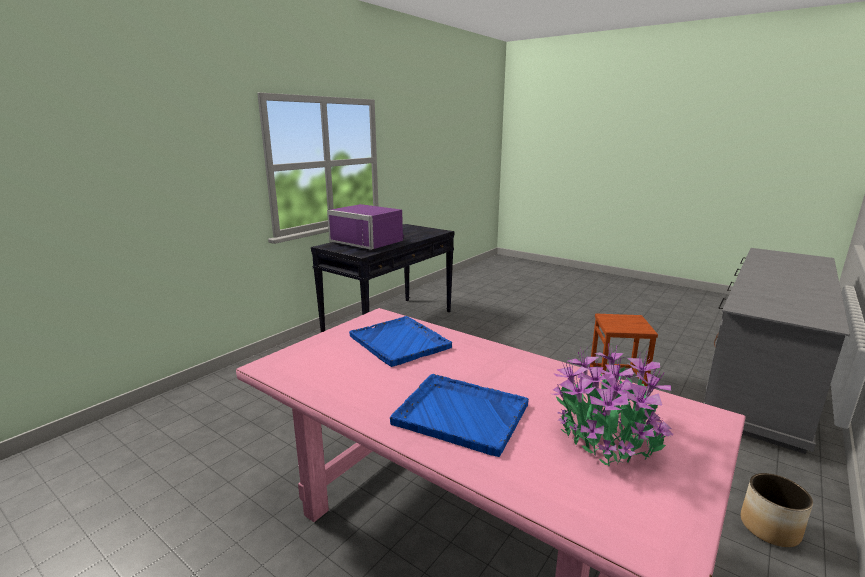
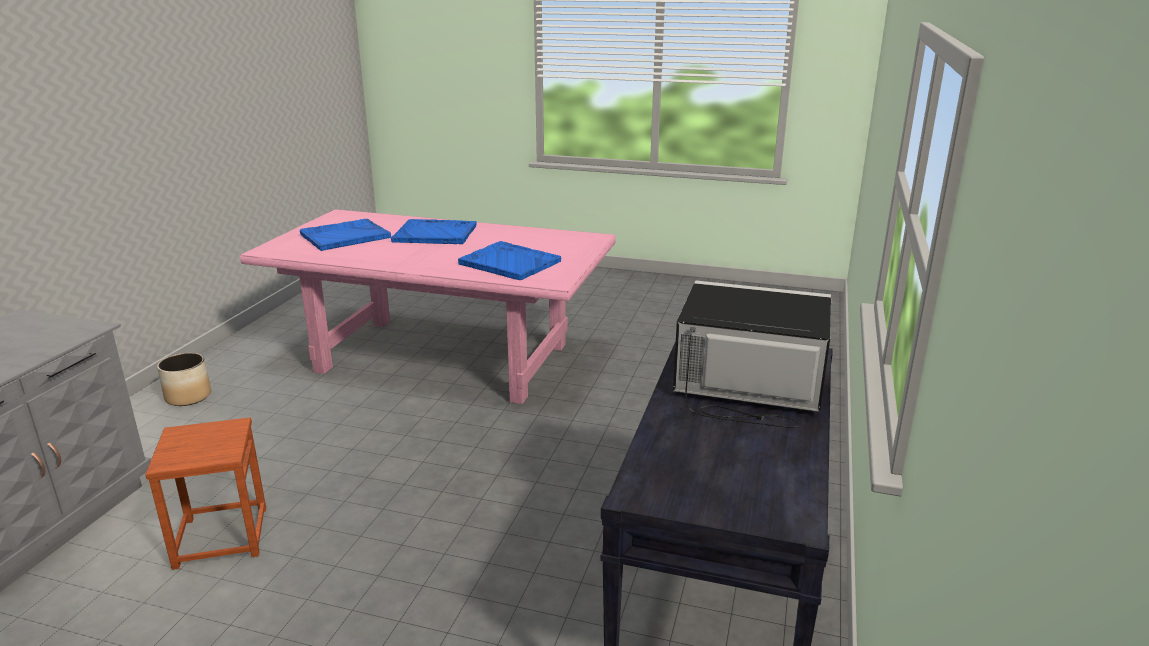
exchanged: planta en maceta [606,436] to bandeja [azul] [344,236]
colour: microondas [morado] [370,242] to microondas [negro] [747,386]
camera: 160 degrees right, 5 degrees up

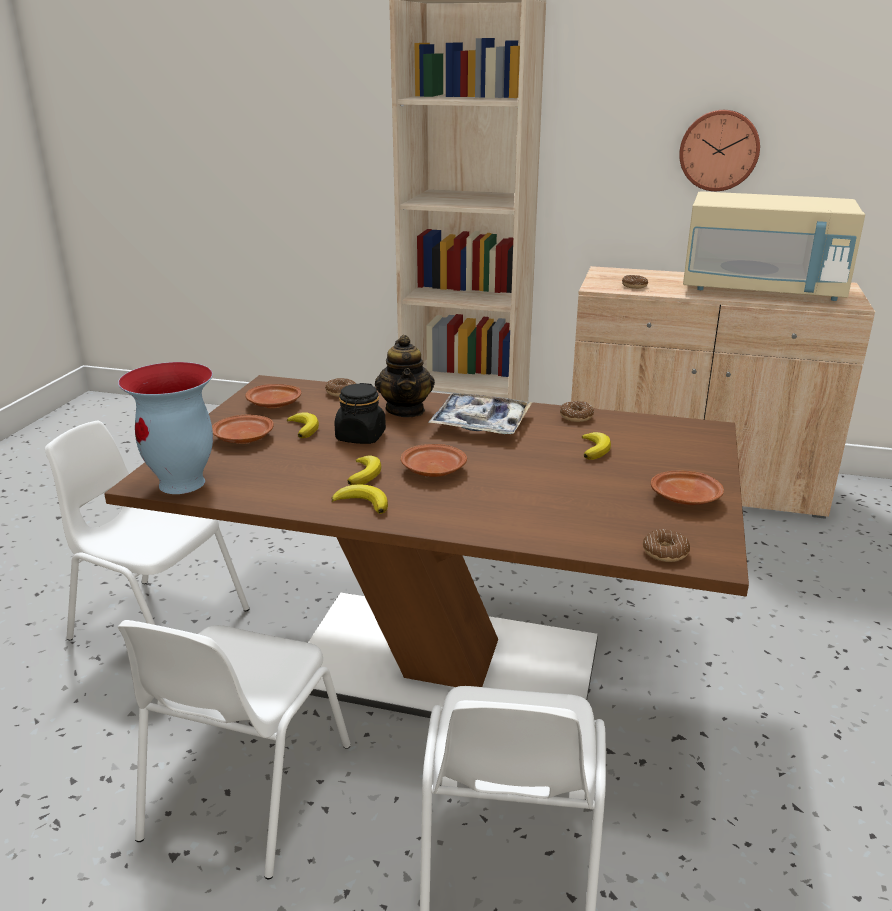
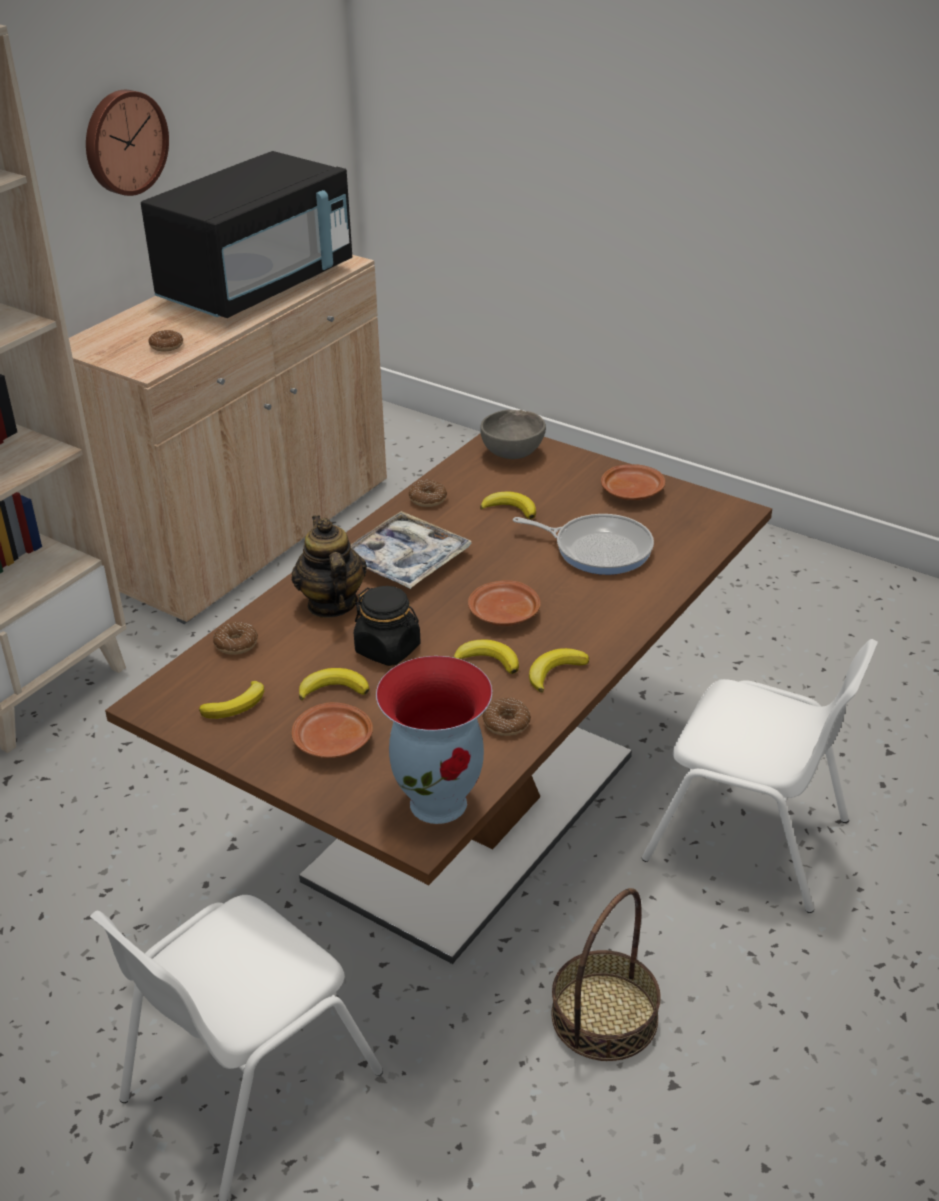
appeared: cuenco [gris] [514,454]; sartén [598,549]
relocated: rosquilla [665,552] to [506,723]
exchanged: plato [marrón] [275,404] to plátano [236,705]; silla [blanco] [244,792] to cesta [604,1016]
colour: microondas [beis] [762,290] to microondas [negro] [258,286]
spun: tetera [406,410] = [331,604] 120 degrees counterclockwise
camera: 70 degrees left, 10 degrees up

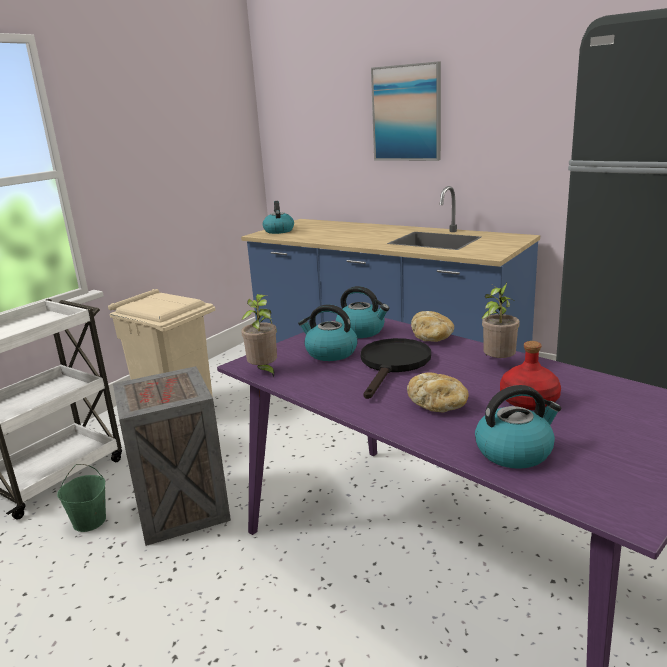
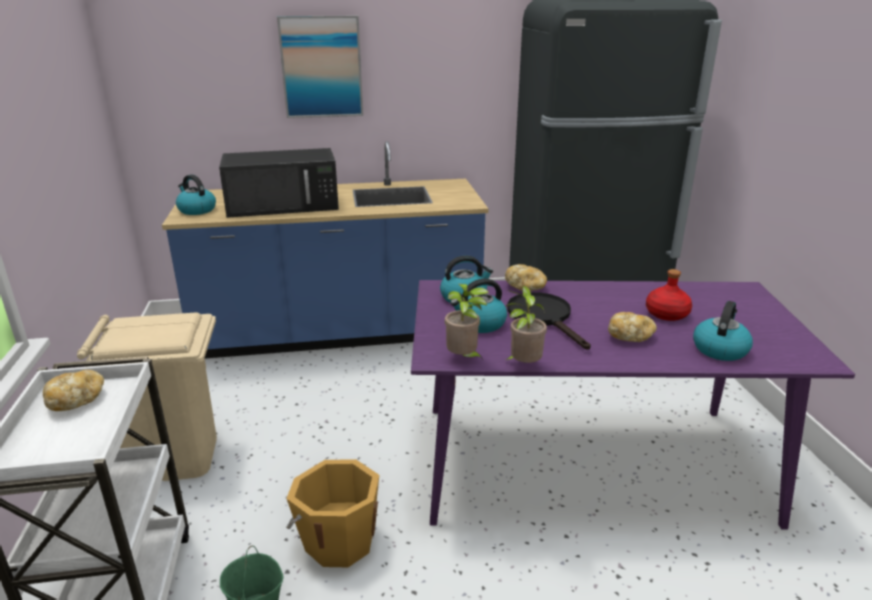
appeared: pan [76,401]; microondas [negro] [284,204]
relocated: planta en maceta [497,363] to [523,365]
exchanged: caja de embalaje [183,507] to cubo [naranja] [338,540]
camera: 45 degrees left, 5 degrees up

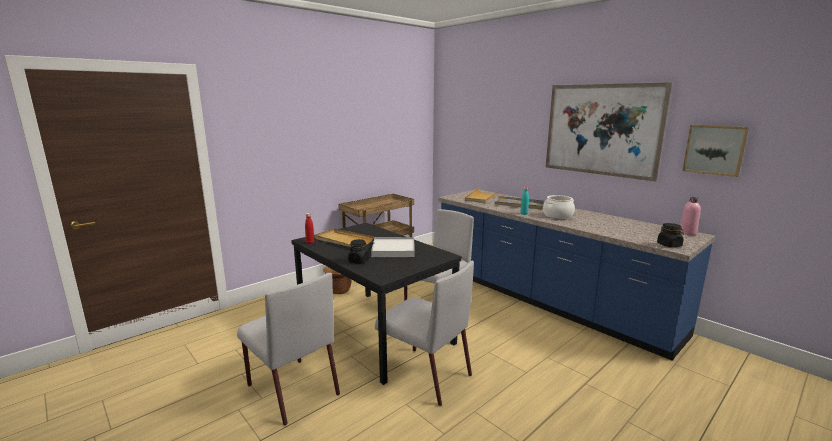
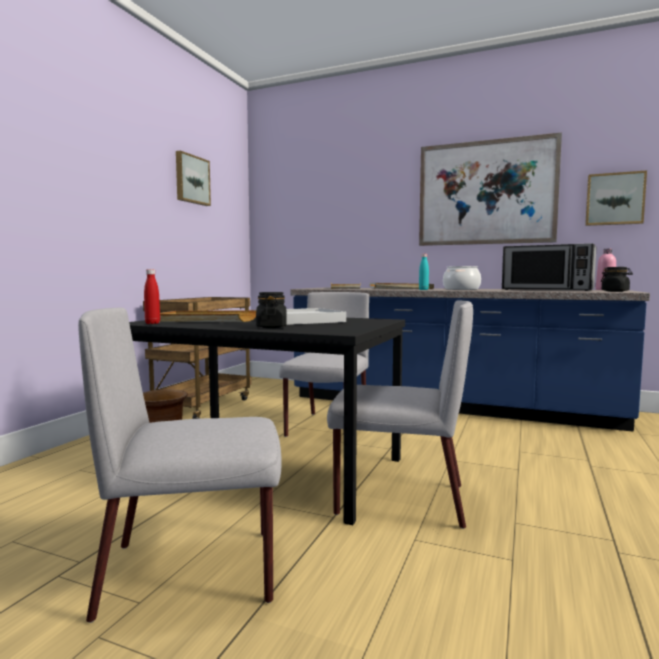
appeared: cuadro [191,179]; microondas [547,290]
spun: silla [gris] [292,389] = [194,571] 150 degrees clockwise
camera: 25 degrees left, 10 degrees down

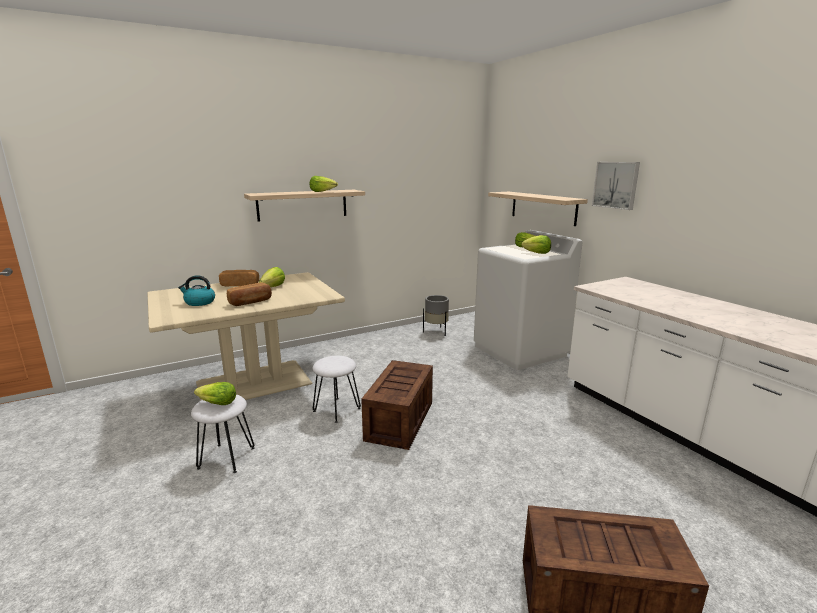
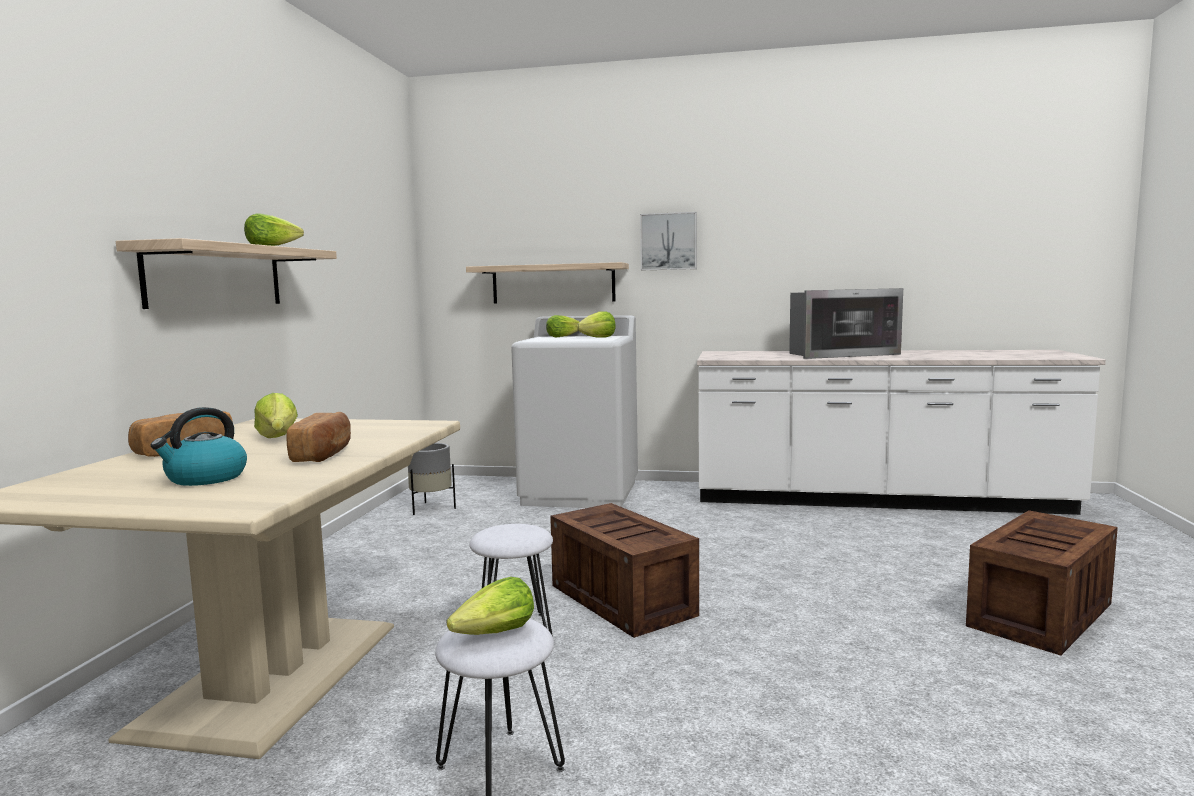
appeared: microondas [839,354]
camera: 50 degrees left, 10 degrees down

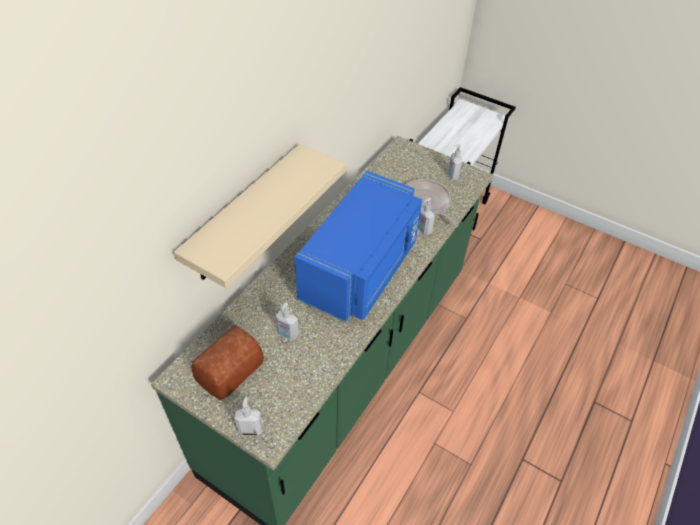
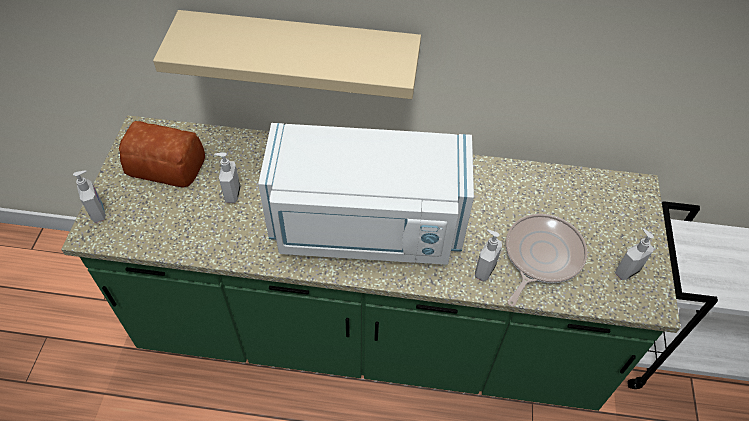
colour: microondas [azul] [361,270] to microondas [blanco] [366,227]
camera: 65 degrees right, 5 degrees up

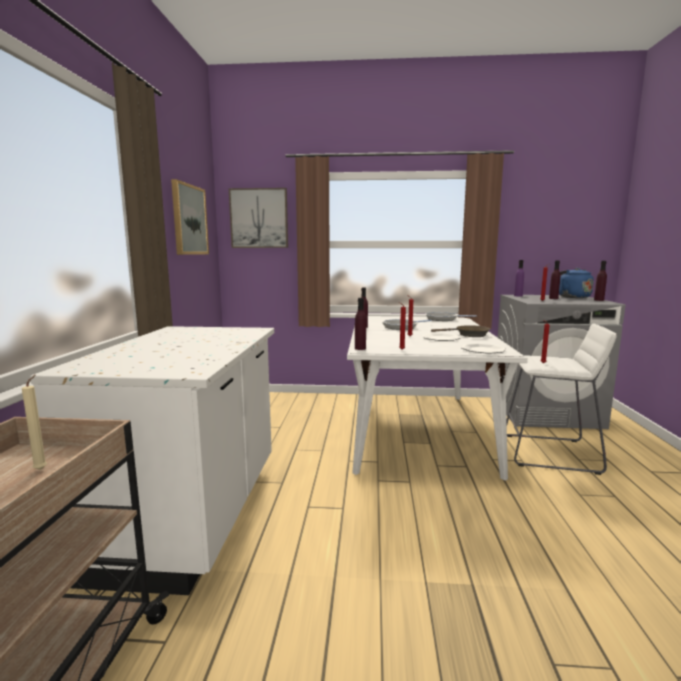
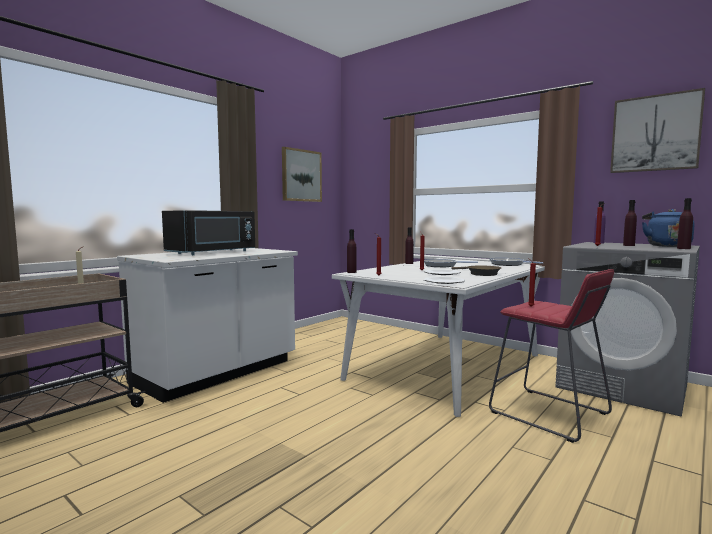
appeared: microondas [negro] [214,252]
relocated: cuadro [259,218] to [655,133]
colour: taburete [blanco] [550,453] to taburete [rojo] [549,414]
camera: 35 degrees right, 5 degrees down

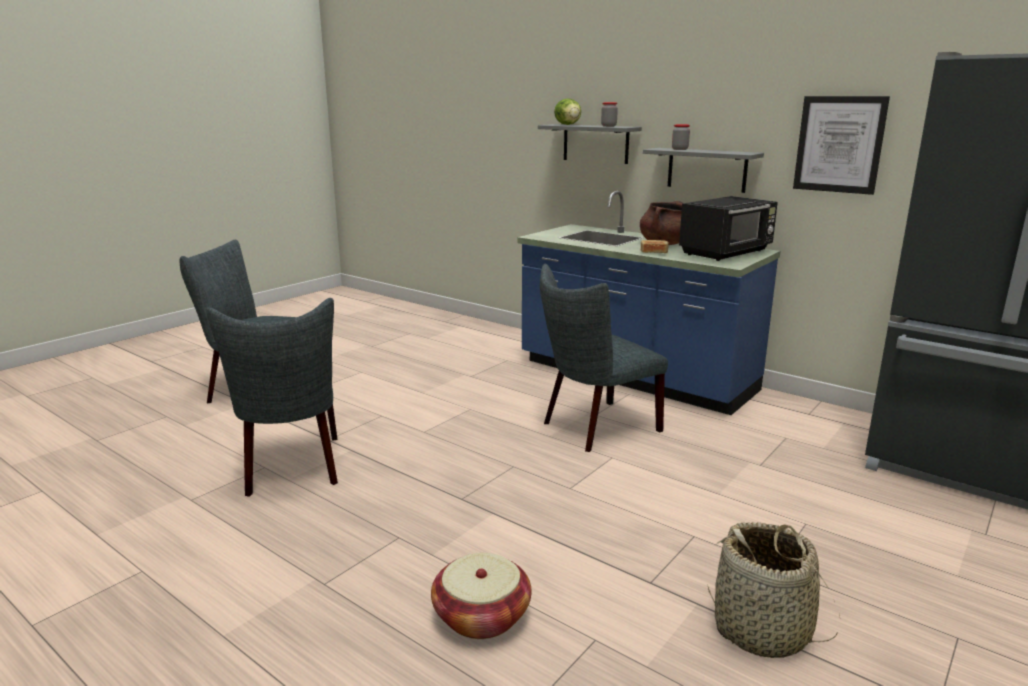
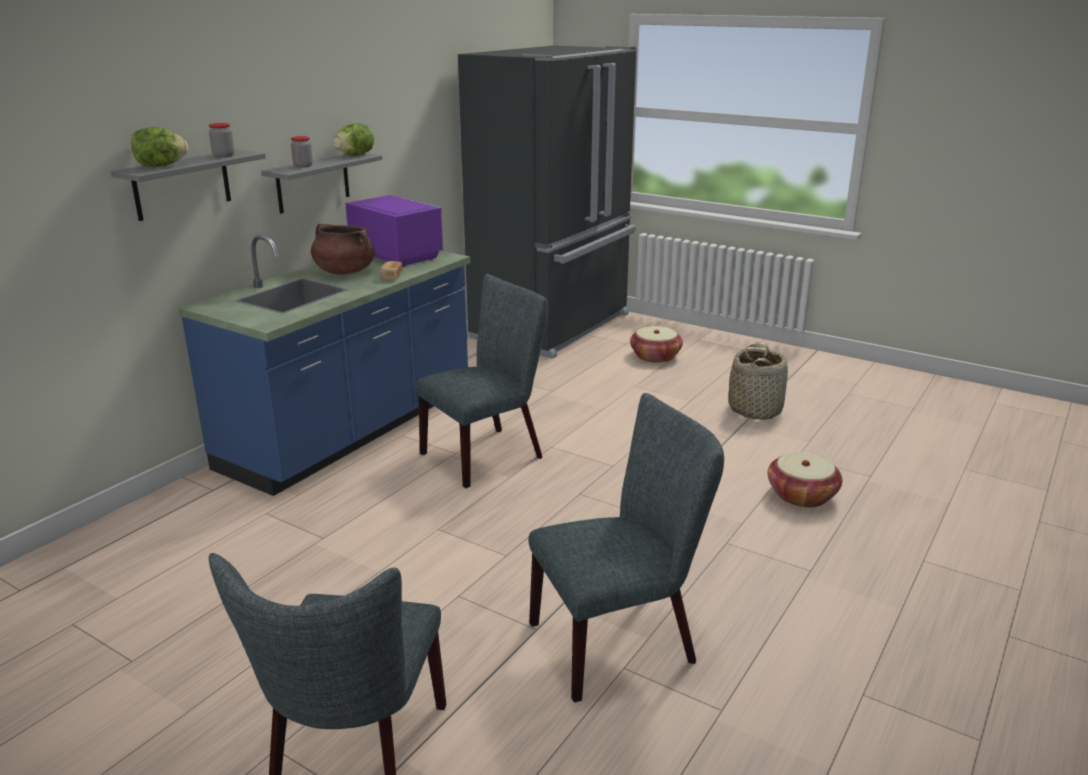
missing: cuadro [839,144]
appeared: lechuga [355,155]; cesta [655,356]
colour: microondas [negro] [727,253] to microondas [morado] [396,255]
spun: silla [gris] [595,428] = [489,453] 90 degrees counterclockwise
camera: 95 degrees left, 5 degrees up

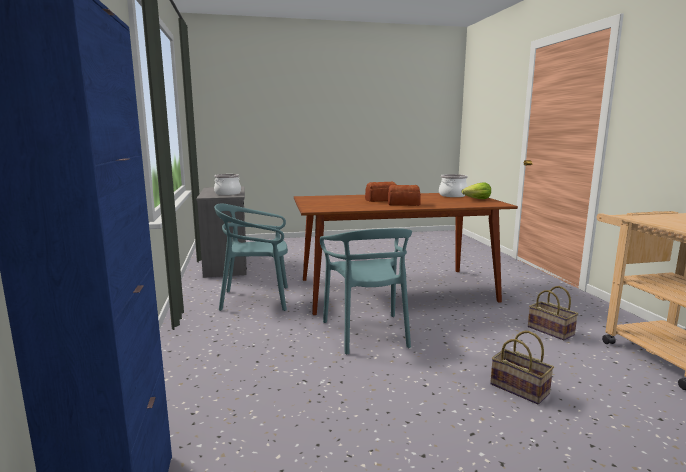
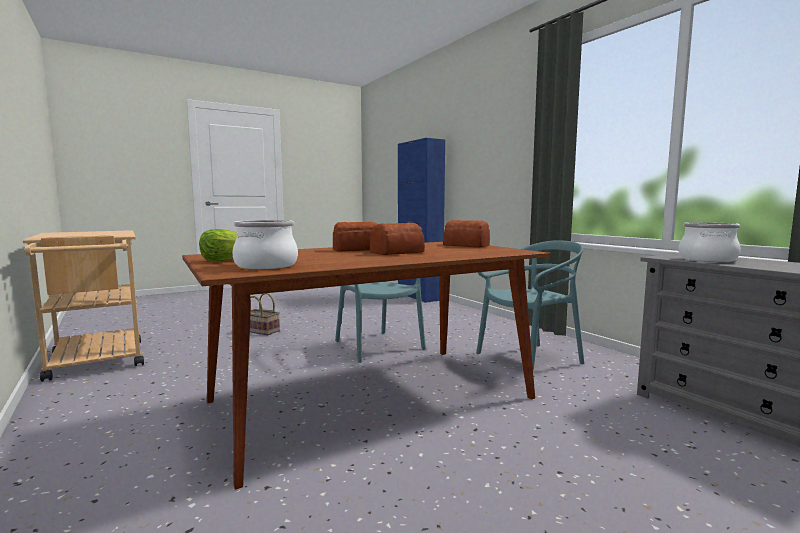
missing: cesta [552,331]
appeared: pan [465,245]
camera: 160 degrees right, 5 degrees down

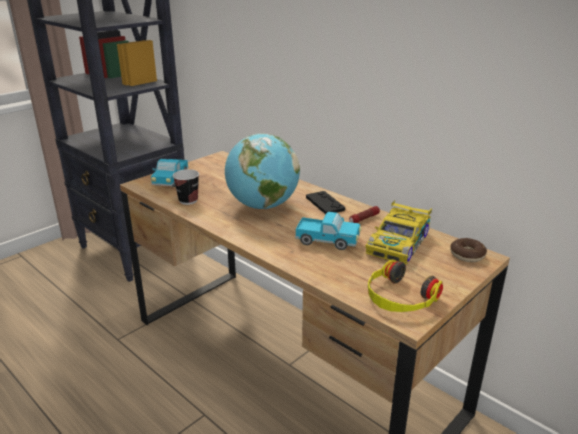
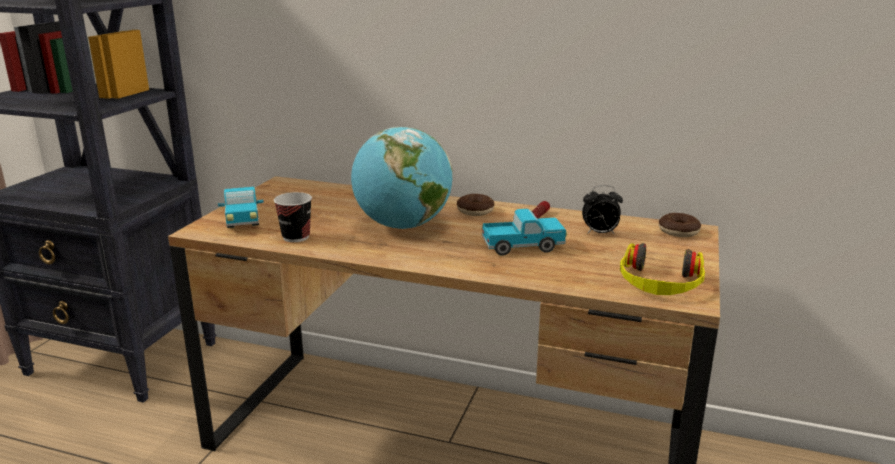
exchanged: mando de consola [negro] [325,203] to rosquilla [475,211]; coche de juguete [399,242] to despertador [600,233]
camera: 25 degrees left, 5 degrees down

